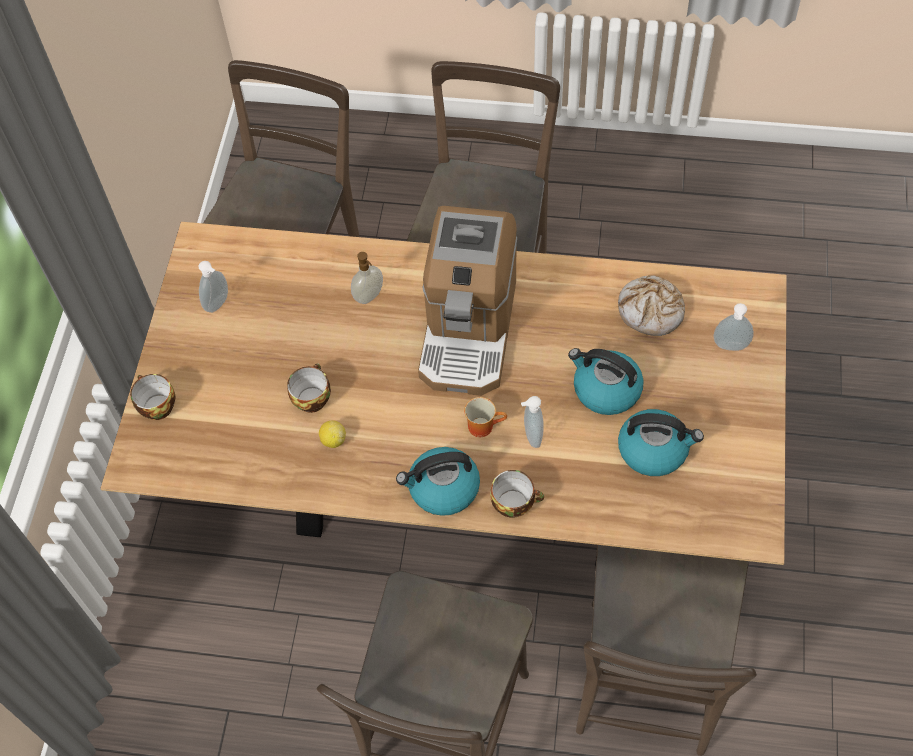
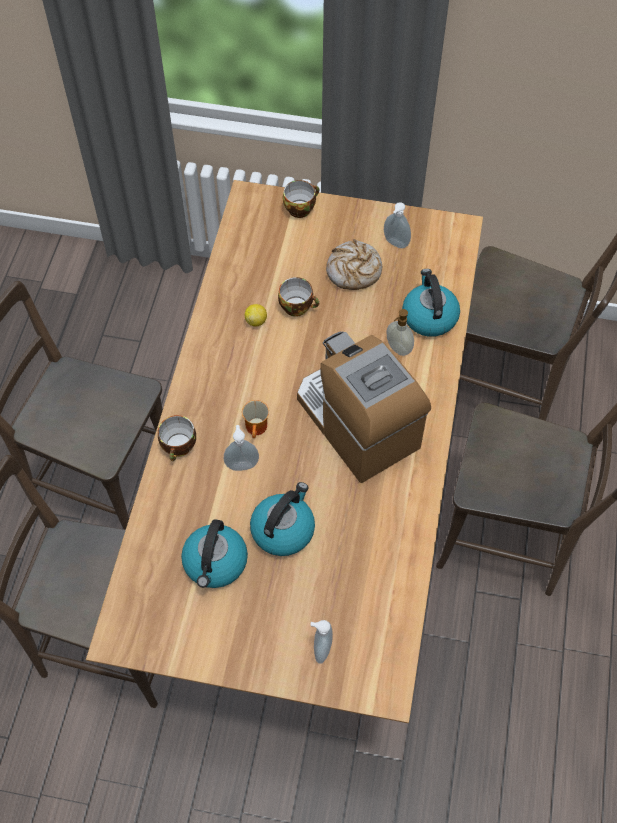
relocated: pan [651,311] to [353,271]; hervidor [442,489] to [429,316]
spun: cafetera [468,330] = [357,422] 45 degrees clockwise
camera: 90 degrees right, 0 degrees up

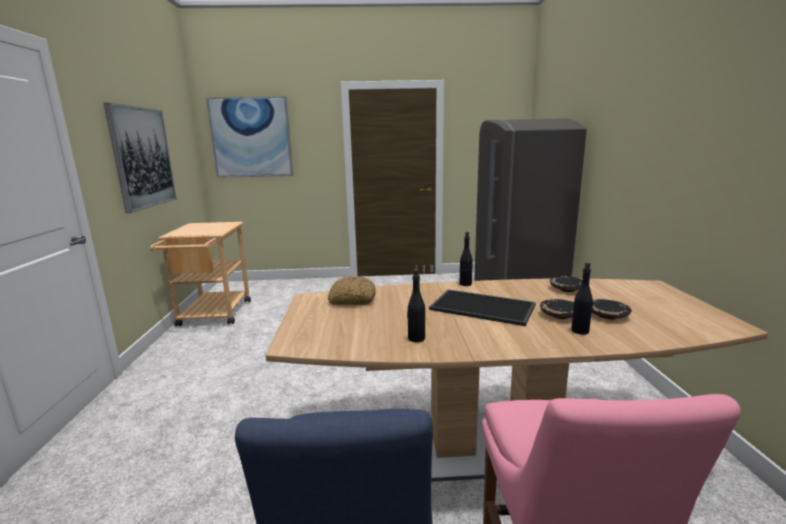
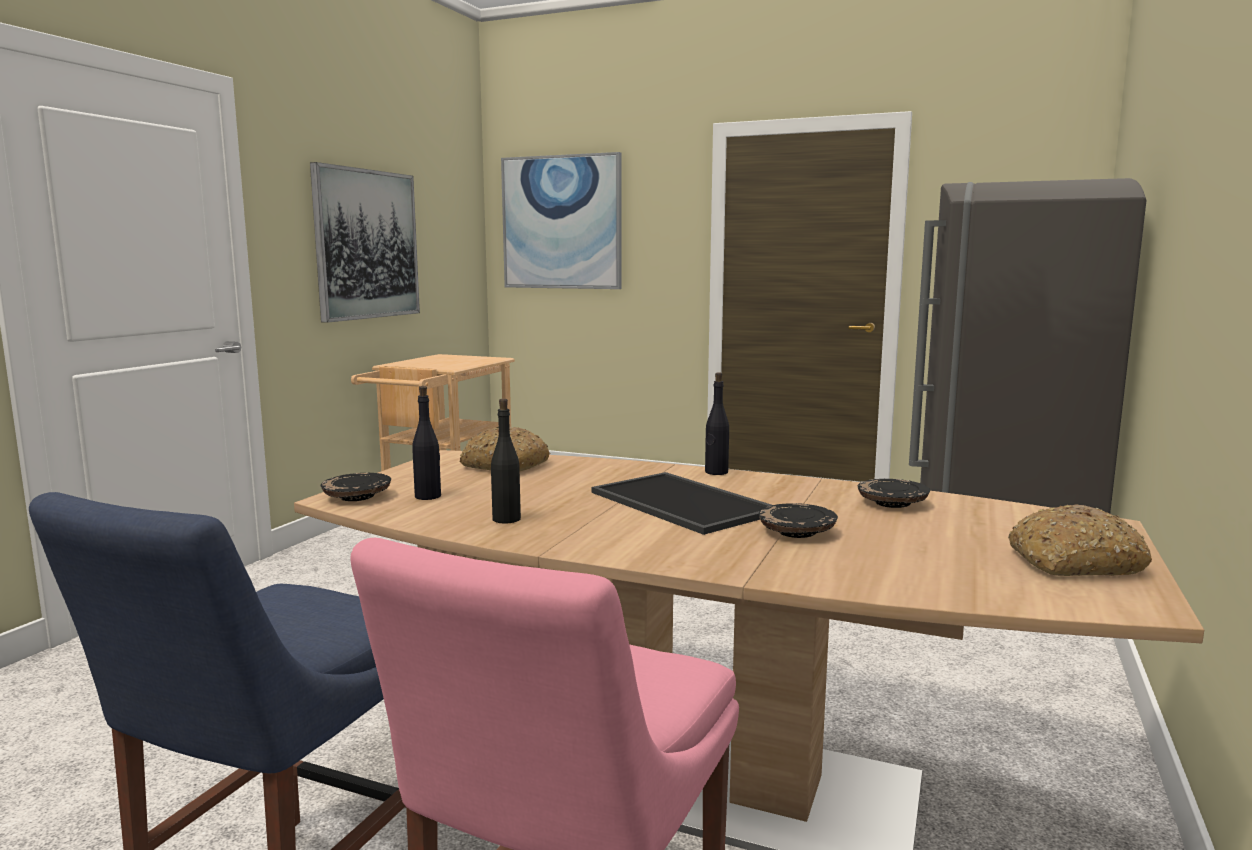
appeared: pan [1074,563]
relocated: plato [negro] [608,315] to [357,497]; botella [negro] [580,331] to [428,496]
camera: 25 degrees right, 5 degrees down

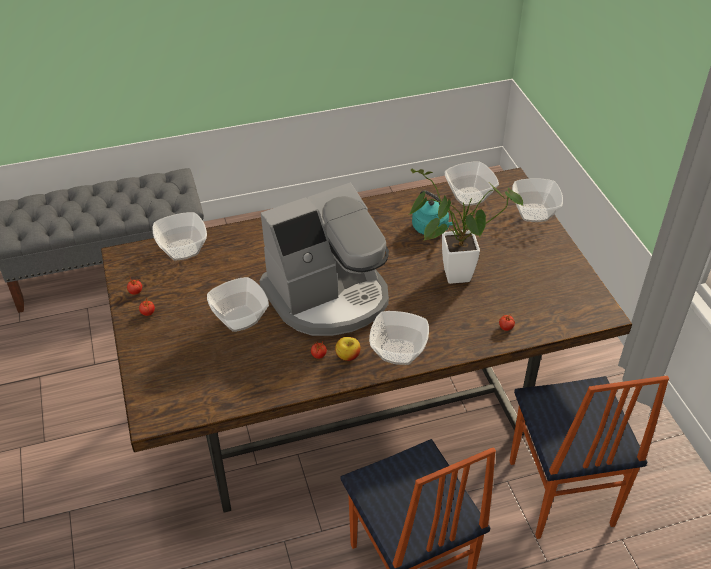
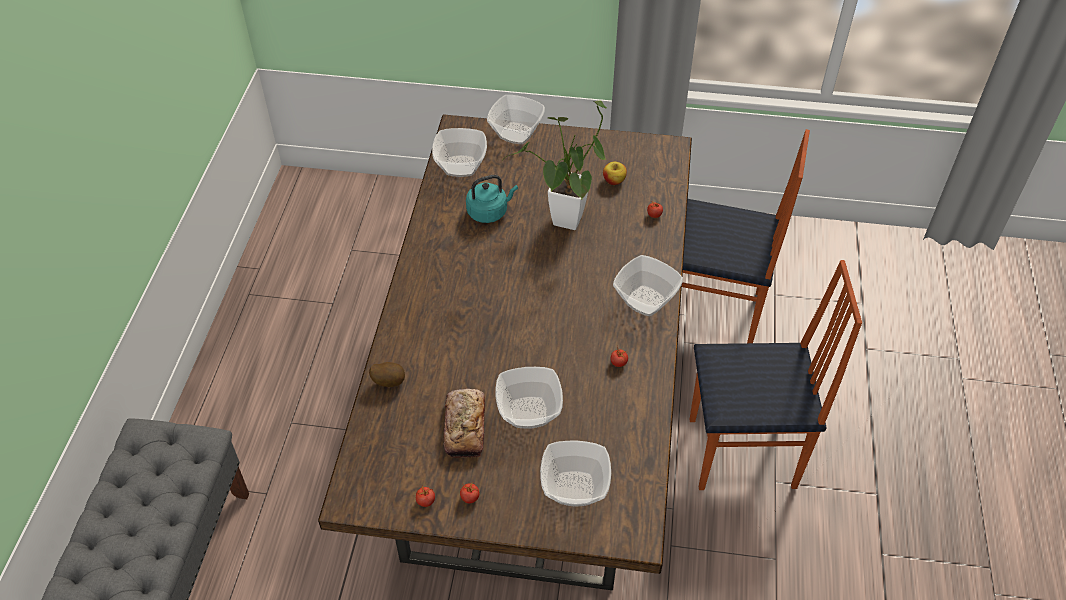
missing: cafetera [328,297]
appeared: patata [389,381]; pan [465,427]
relocated: cuenco [182,250] to [575,489]; manzana [347,356] to [614,181]
camera: 65 degrees left, 5 degrees up

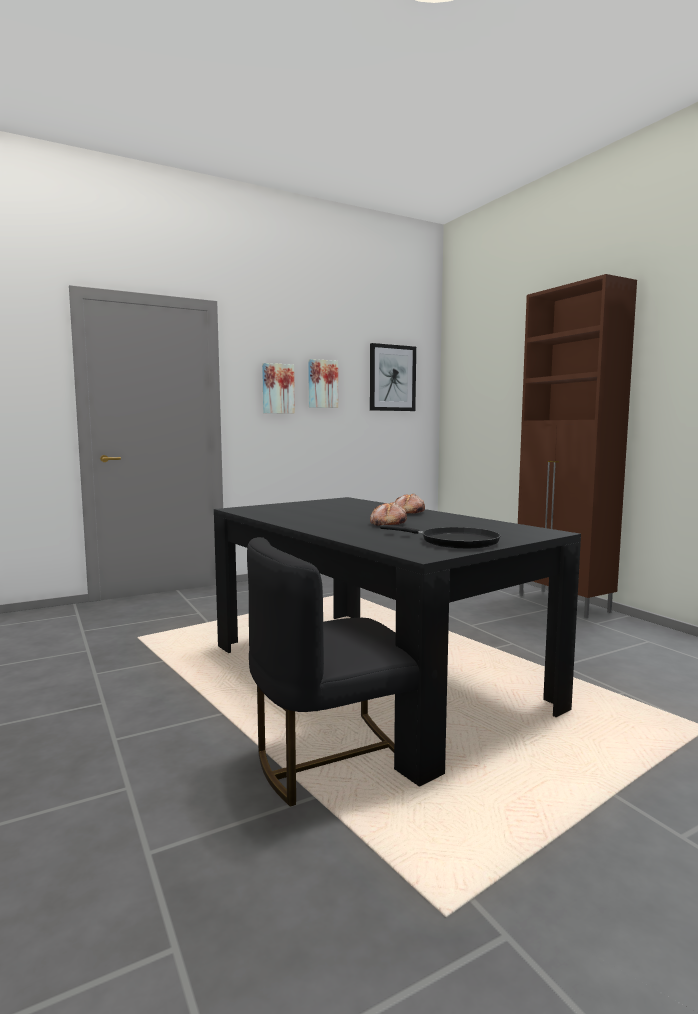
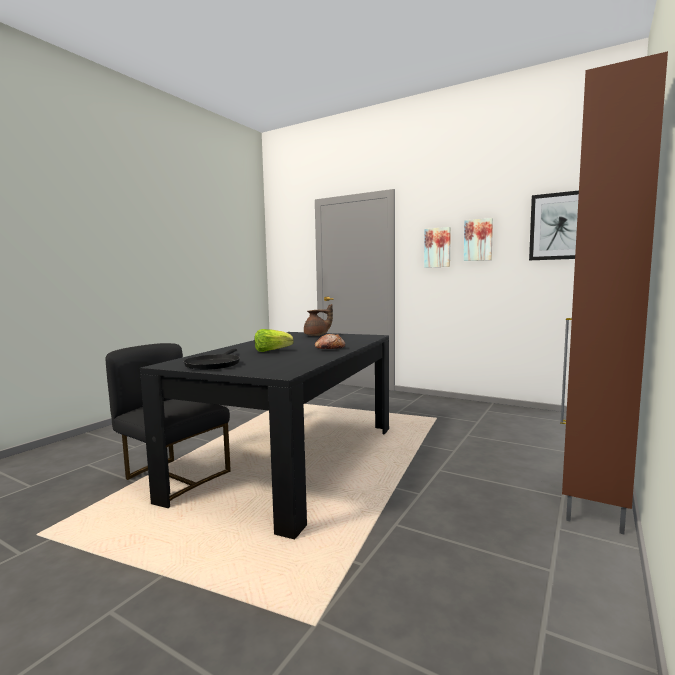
appeared: tetera [marrón] [317,335]
exchanged: pan [387,524] to lechuga [271,351]
camera: 60 degrees right, 0 degrees up

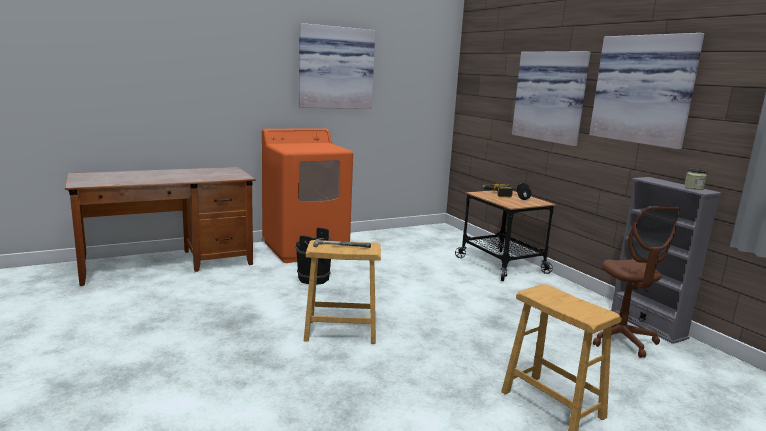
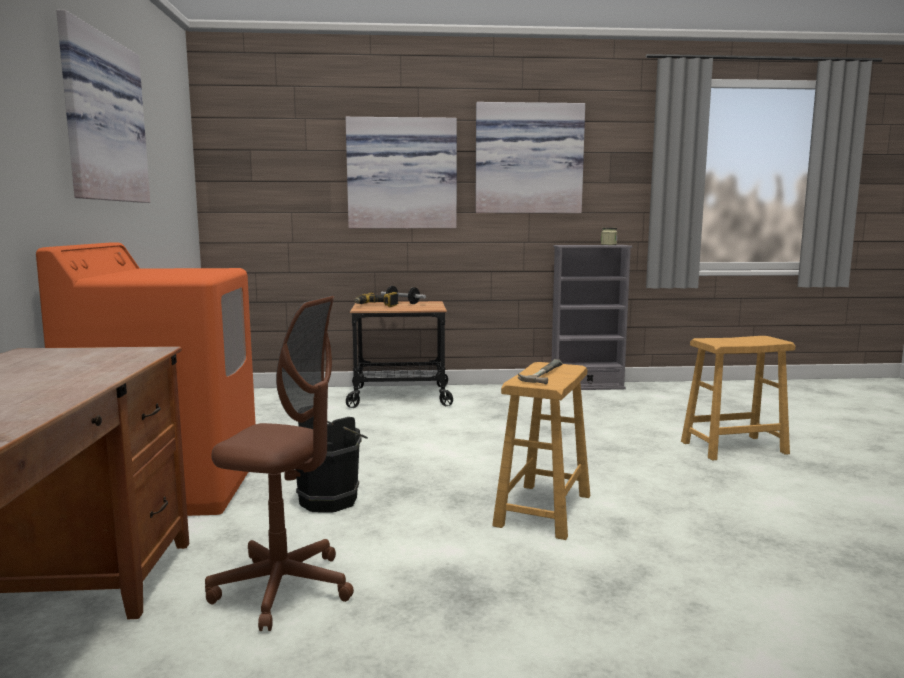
relocated: silla de oficina [marrón] [620,340] to [283,589]
camera: 65 degrees left, 5 degrees down

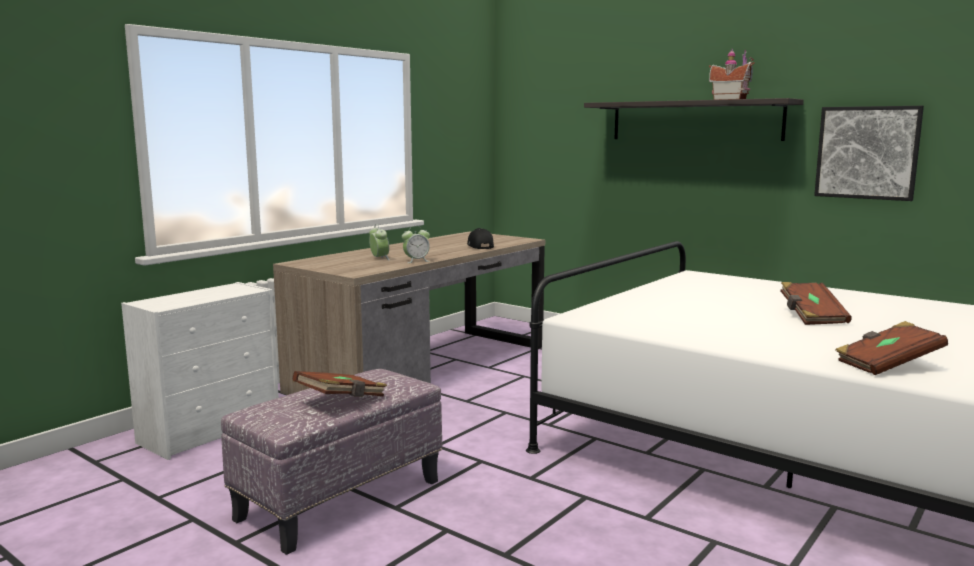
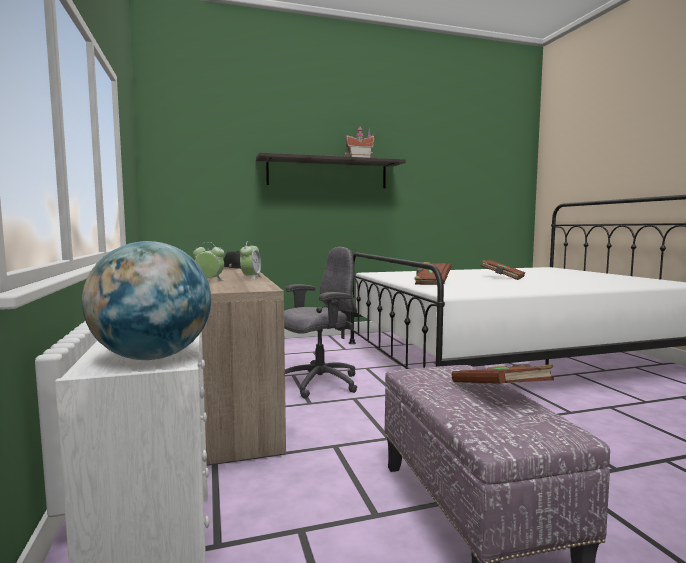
missing: cuadro [867,152]
appeared: globo terráqueo [152,358]; silla de oficina [gris] [319,383]
relocated: libro [marrón] [887,365] to [432,283]
camera: 55 degrees left, 5 degrees down

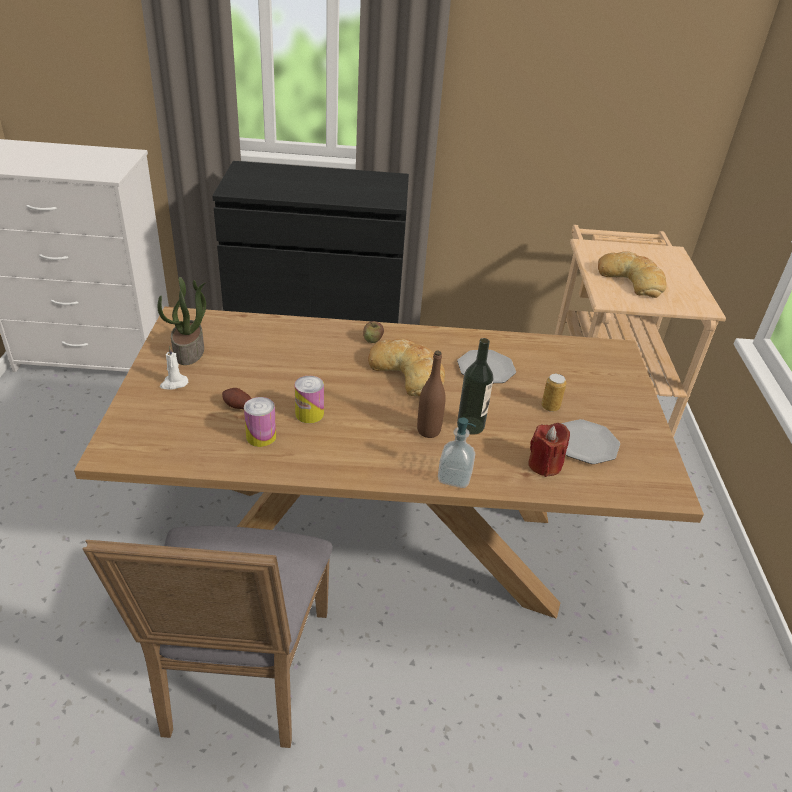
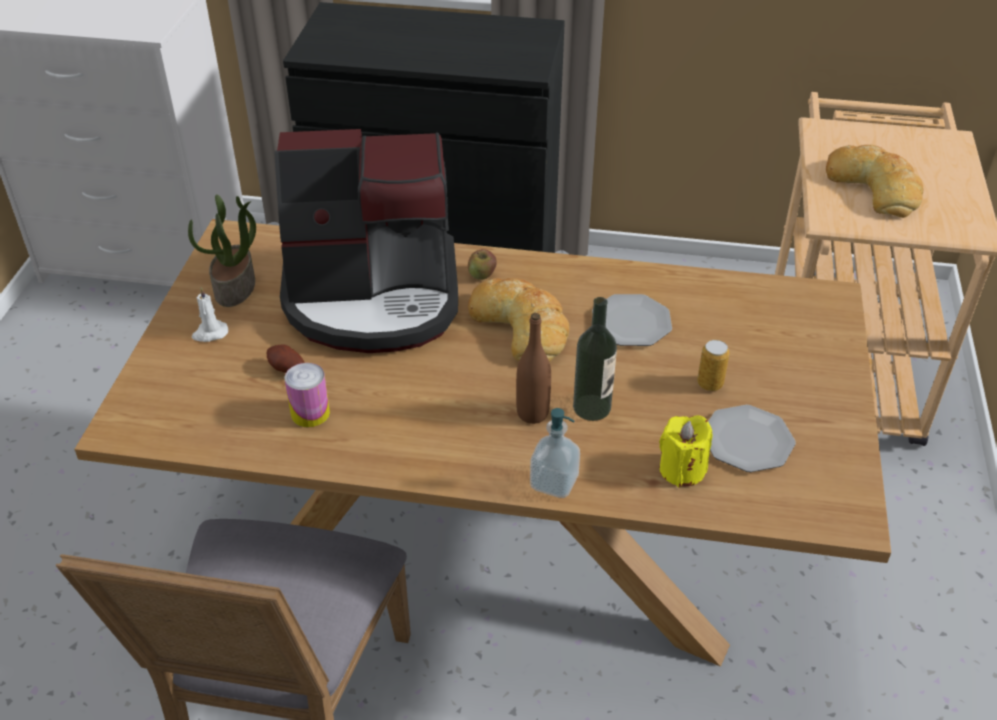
missing: lata [309,414]
appeared: cafetera [374,297]
colour: vela [rojo] [544,465] to vela [amarillo] [682,469]
camera: 10 degrees right, 5 degrees up

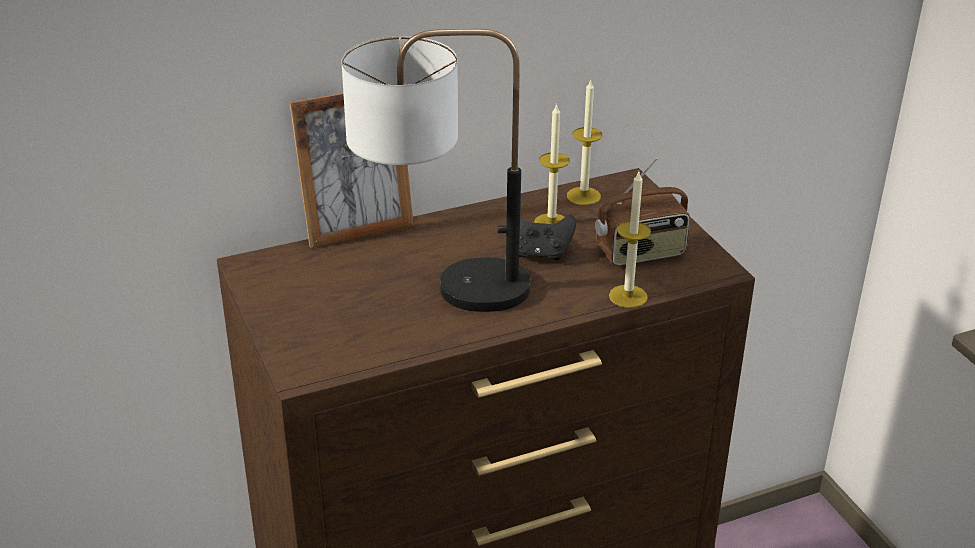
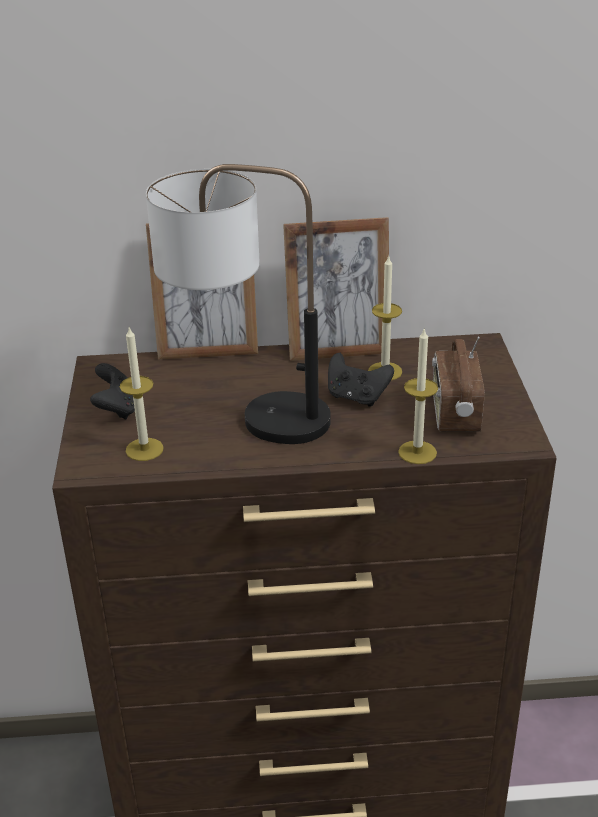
appeared: mando de consola [negro] [117,409]; portarretratos [338,349]
relocated: vela [583,196] to [144,449]
spun: radio [641,253] = [454,414] 90 degrees clockwise
camera: 20 degrees right, 0 degrees up

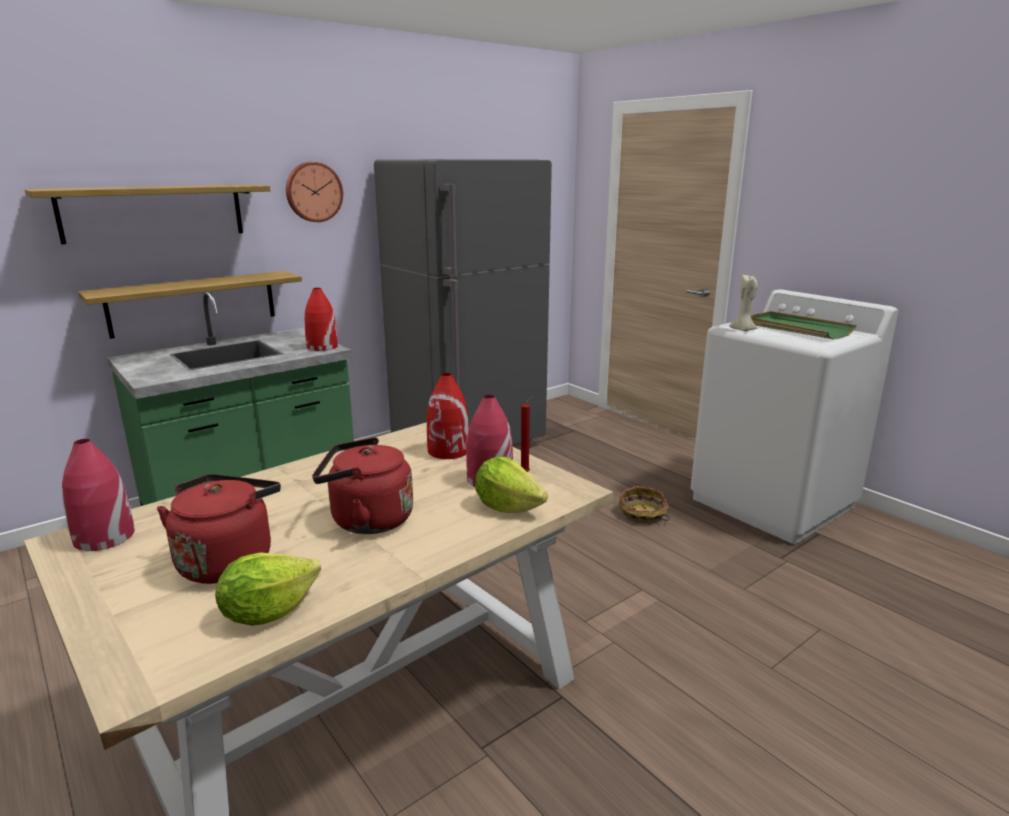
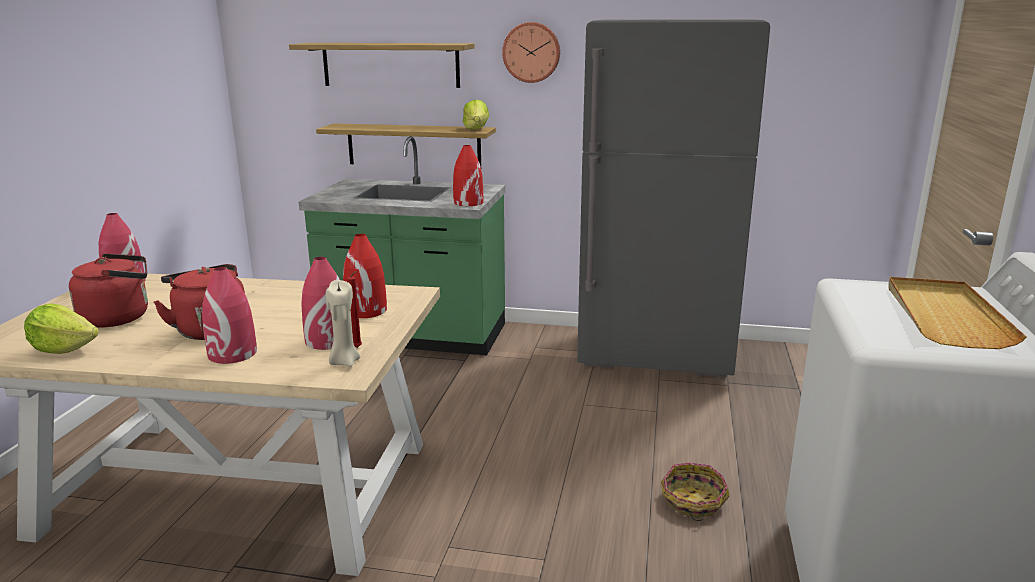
appeared: florero [rojo] [232,354]
relocated: vela [beis] [743,330] to [344,362]; lechuga [507,507] to [476,129]
colour: bandeja [verde] [796,329] to bandeja [beis] [944,316]
camera: 50 degrees right, 0 degrees up

